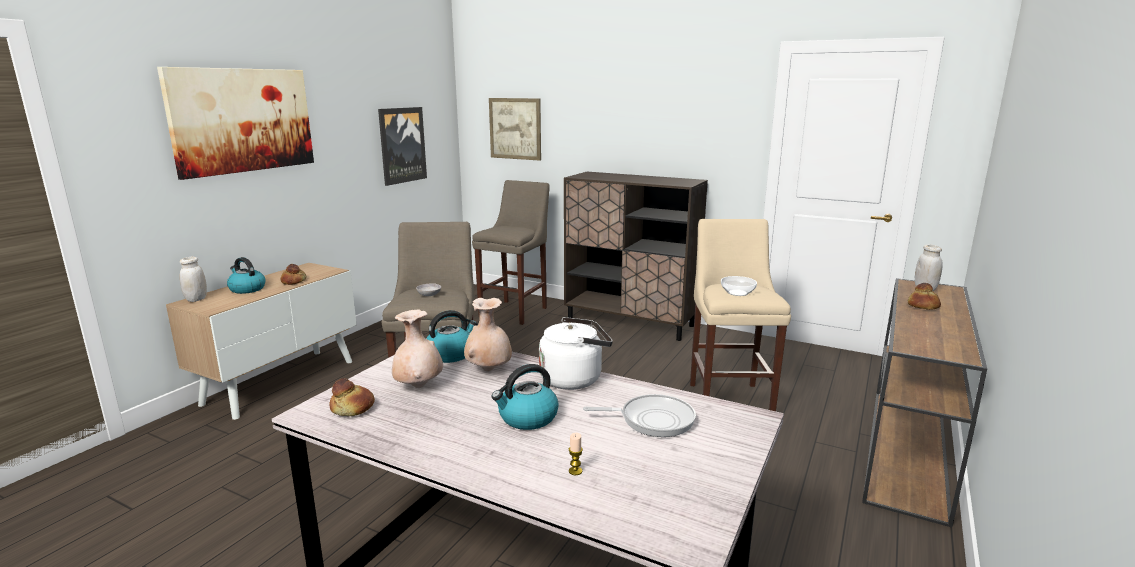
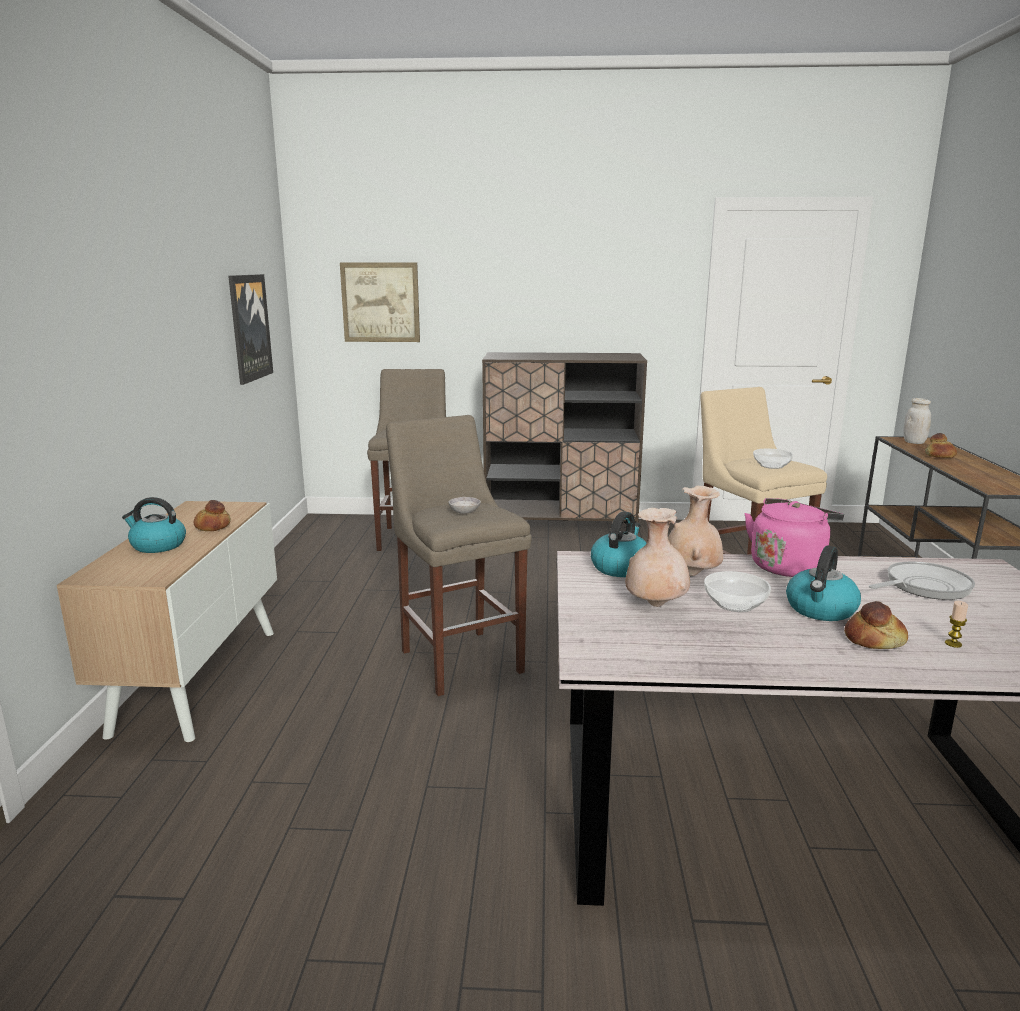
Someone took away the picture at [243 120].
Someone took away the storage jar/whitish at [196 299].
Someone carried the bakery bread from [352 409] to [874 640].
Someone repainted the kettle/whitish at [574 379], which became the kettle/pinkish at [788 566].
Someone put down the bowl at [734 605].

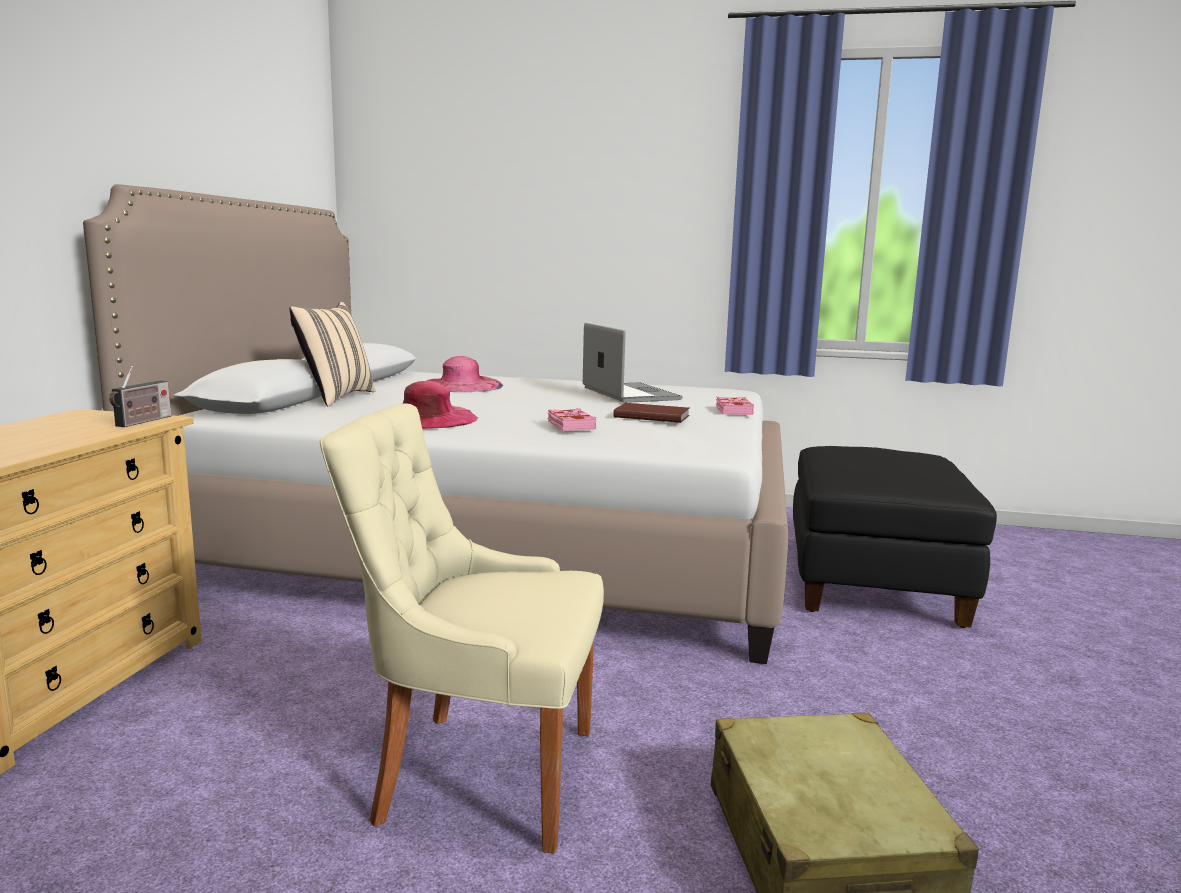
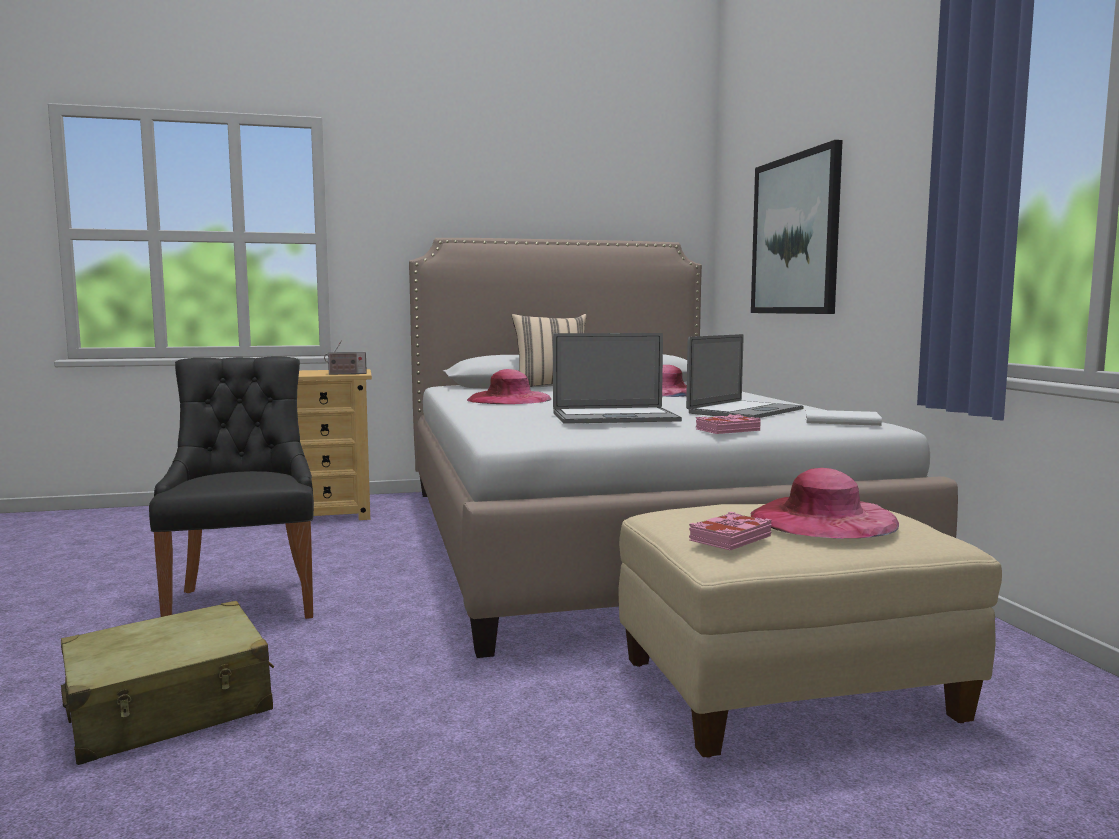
Someone repainted the upright chair/sand-coloured at [479 774], which became the upright chair/blackish at [245 601].
Someone carried the book/pinkish from [570 425] to [729 538].
Someone swapped the book/brownish at [651 416] for the portable computer at [614 417].
Someone repainted the footrest/blackish at [872 582], which became the footrest/sand-coloured at [789 690].
Someone put up the picture at [795 235].
Someone put down the hat/pinkish at [823 519].
Someone put down the book/whitish at [840 421].

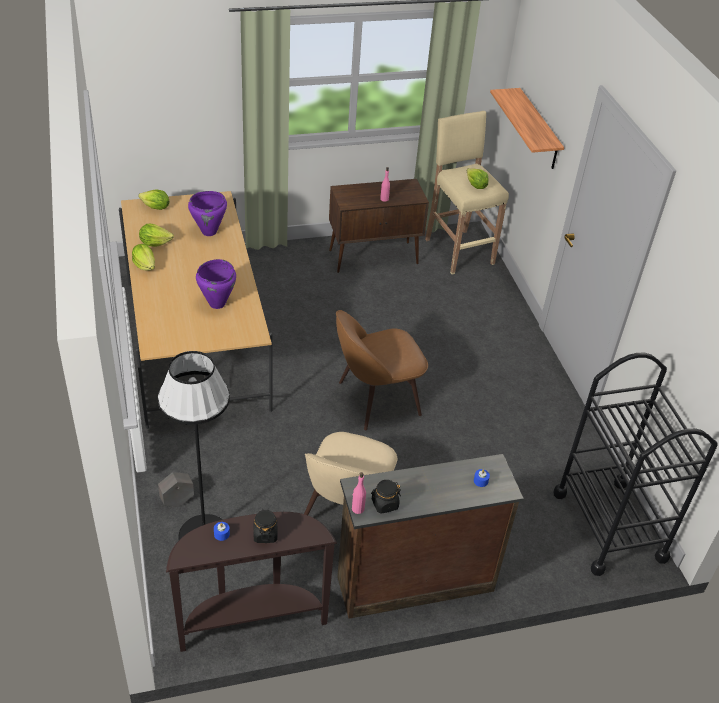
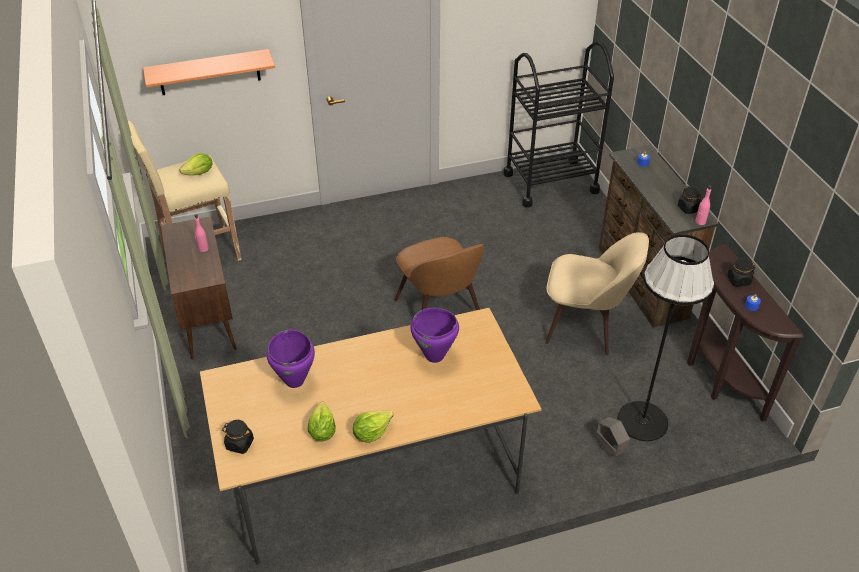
Someone swapped the lettuce head at [156 207] for the storage jar/blackish at [239 444].

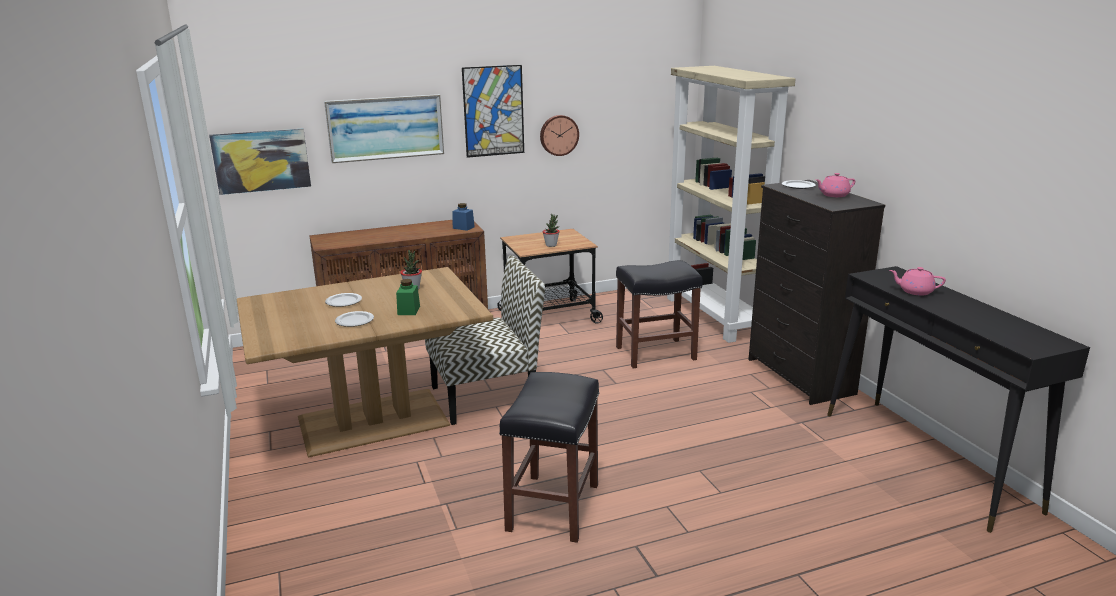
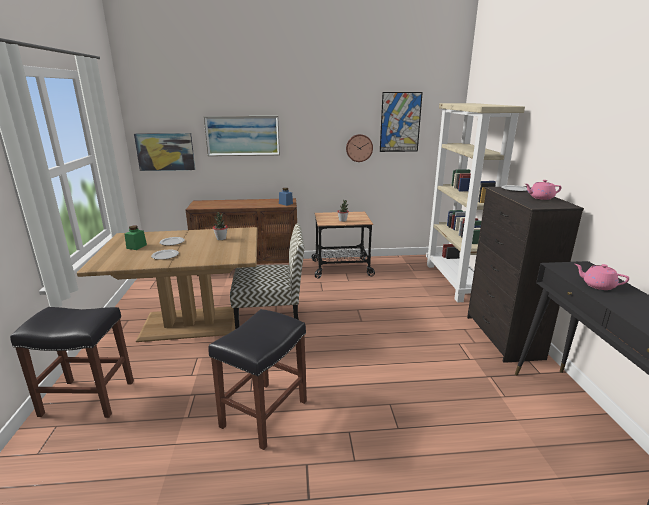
Someone carried the storage jar/greenish from [408 310] to [136 246].
Someone carried the picture from [493 111] to [400 122].
Someone carried the stool seat/blackish from [656 353] to [89 397].

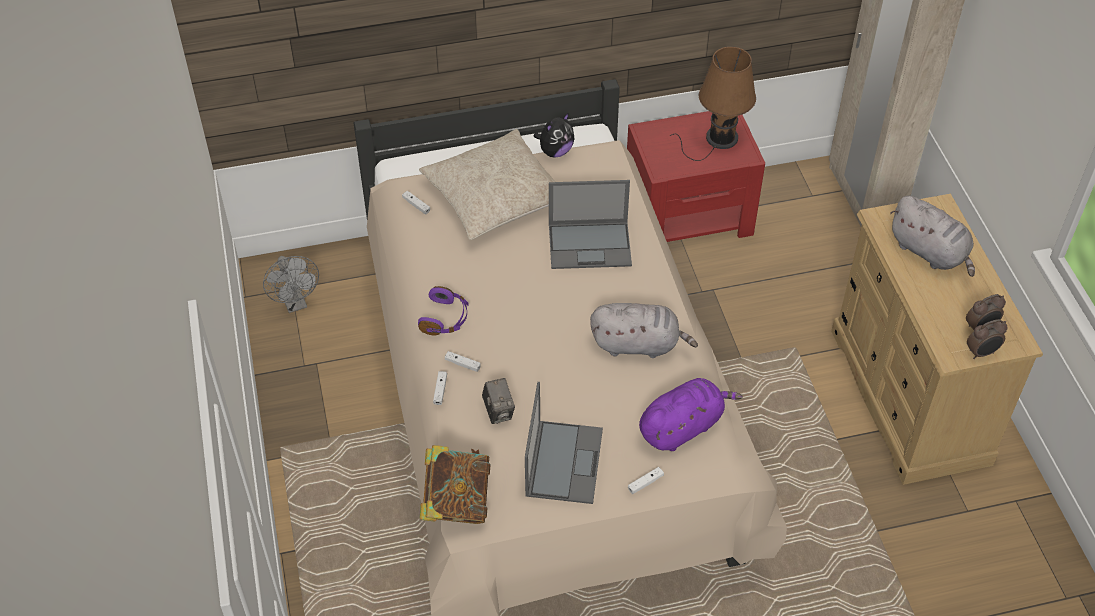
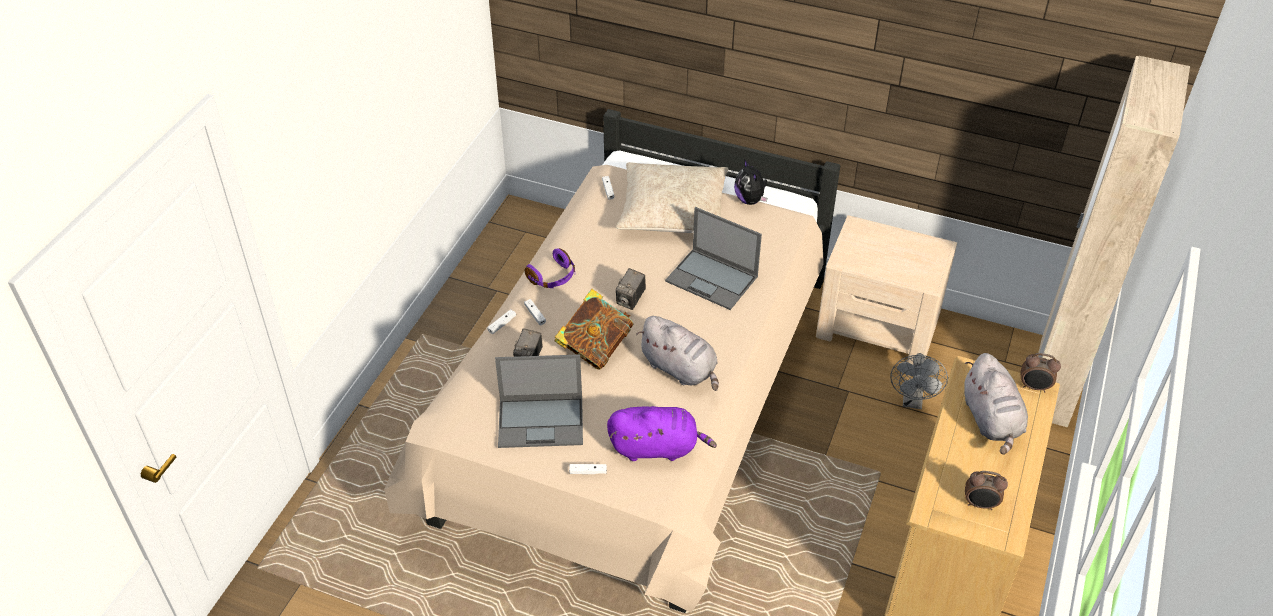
Someone carried the cooling fan/grey from [295 303] to [913 401].
Someone carried the book from [456 502] to [595 348].
Someone rotated the portable computer at [564 461] by 45 degrees clockwise.
Someone rotated the soft toy at [555 151] by 75 degrees clockwise.
Someone repainted the nightstand/red-coloured at [689 215], which became the nightstand/sand-coloured at [879 325].
Someone took away the table lamp/brownish at [718 139].
Someone carried the alarm clock from [982 353] to [1034 387].
Someone put down the photo camera at [631 300].

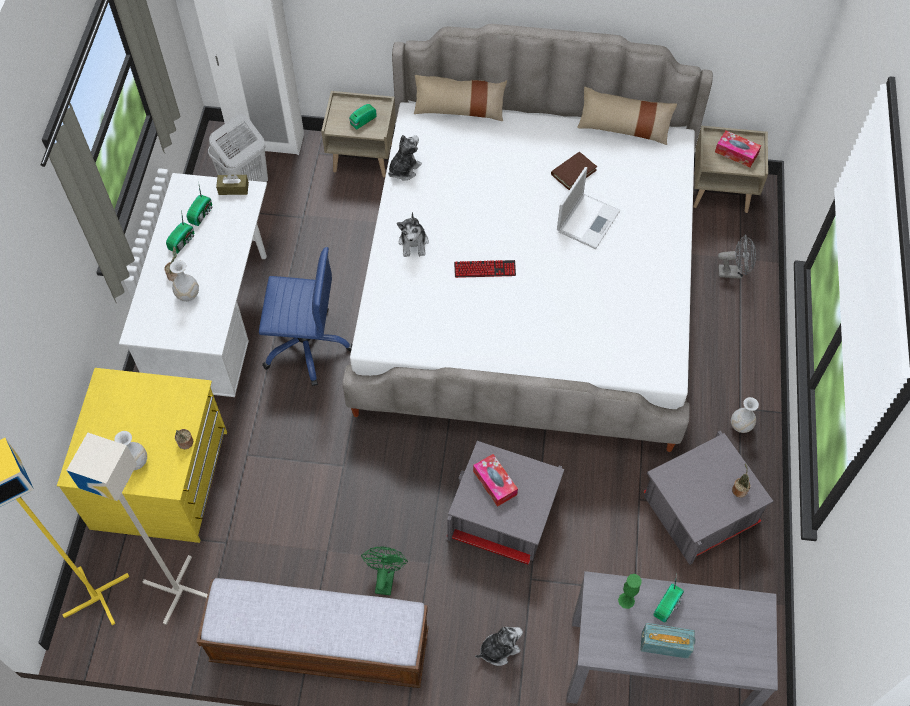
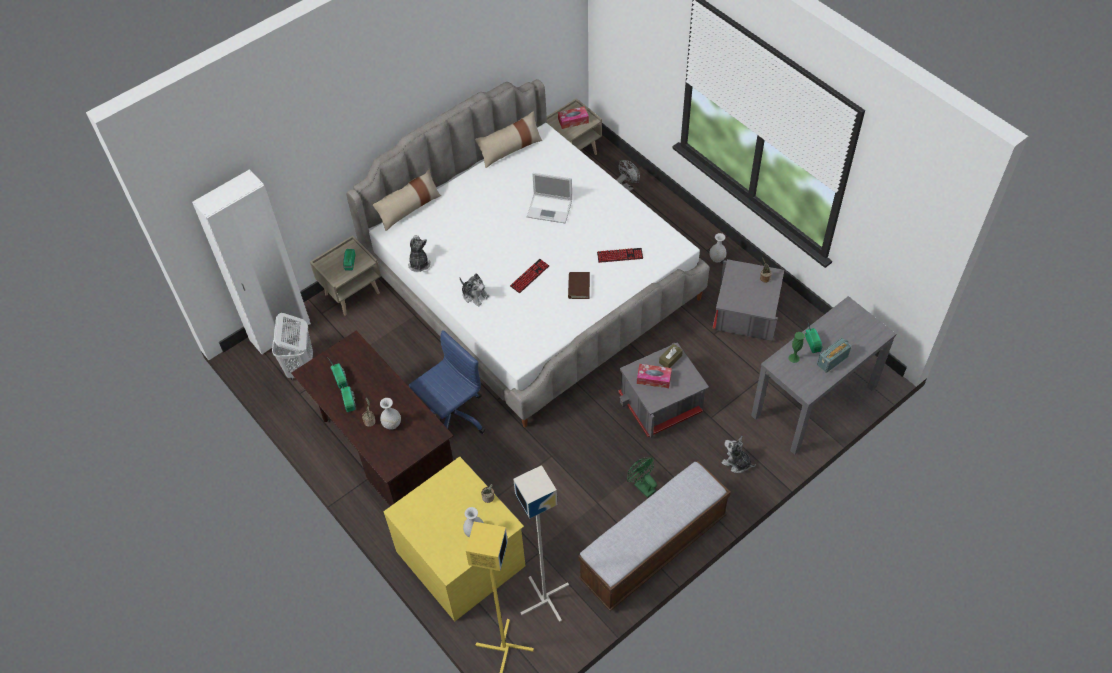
Someone repainted the desk unit/whitish at [217 325], which became the desk unit/brownish at [384 453].
Someone carried the box of tissues/brownish from [233 188] to [670 359].
Someone rotated the soft toy at [498 649] by 75 degrees counterclockwise.
Someone carried the book/brownish from [573 172] to [579 286].
Someone rotated the portable computer at [588 220] by 120 degrees clockwise.
Someone put down the computer keyboard at [620 256].

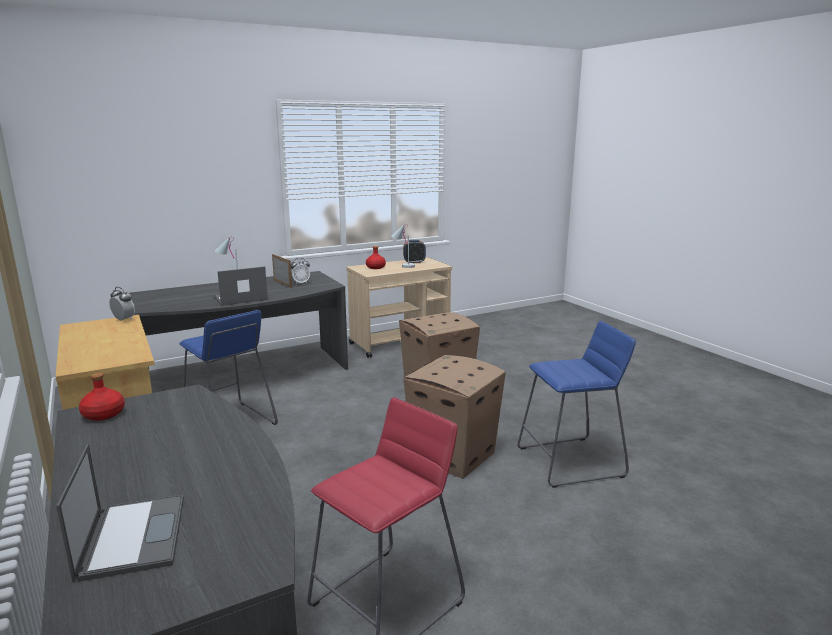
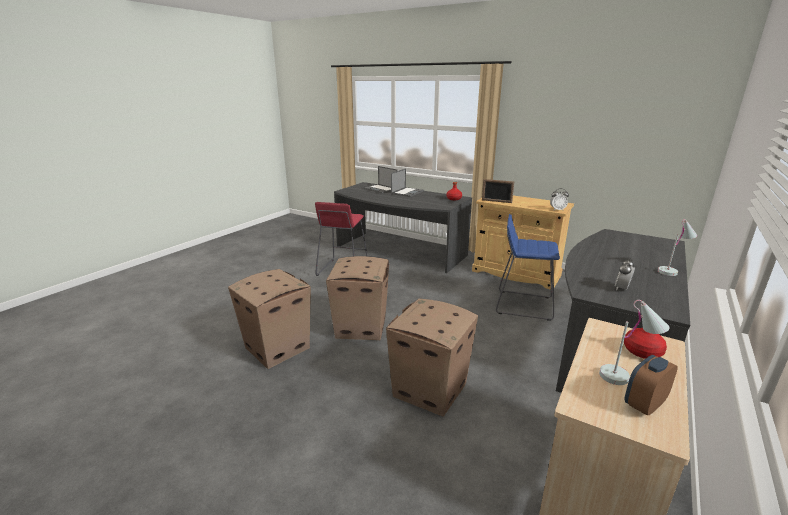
Someone carried the portable computer from [240 298] to [407 192].
Someone carried the photo frame from [283 283] to [496 201].
Someone swapped the stool seat/bluish at [570 462] for the packing box at [277 347].

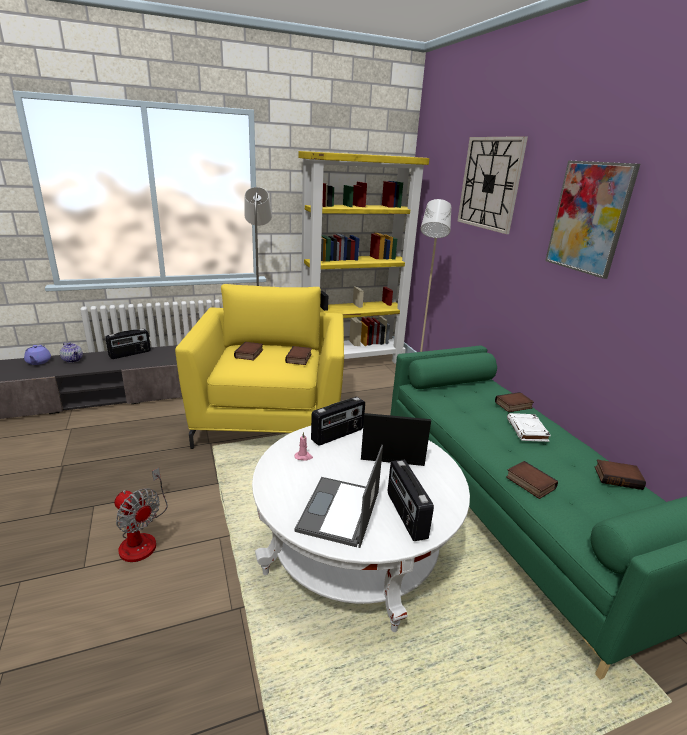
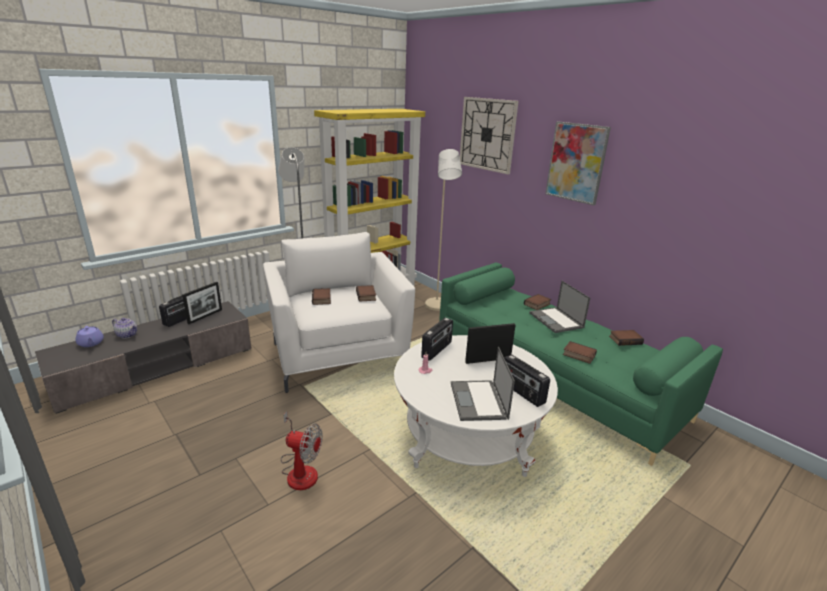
Someone repainted the armchair/yellow-coloured at [271 420], which became the armchair/whitish at [339 355].
Someone swapped the book/whitish at [527 430] for the portable computer at [556 320].
Someone put down the photo frame at [205 316].

